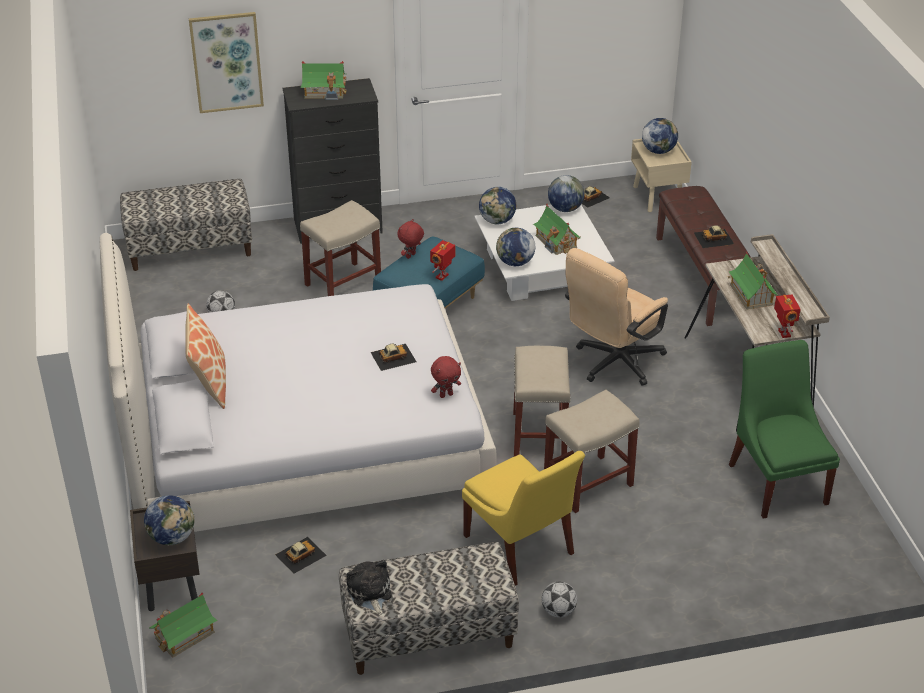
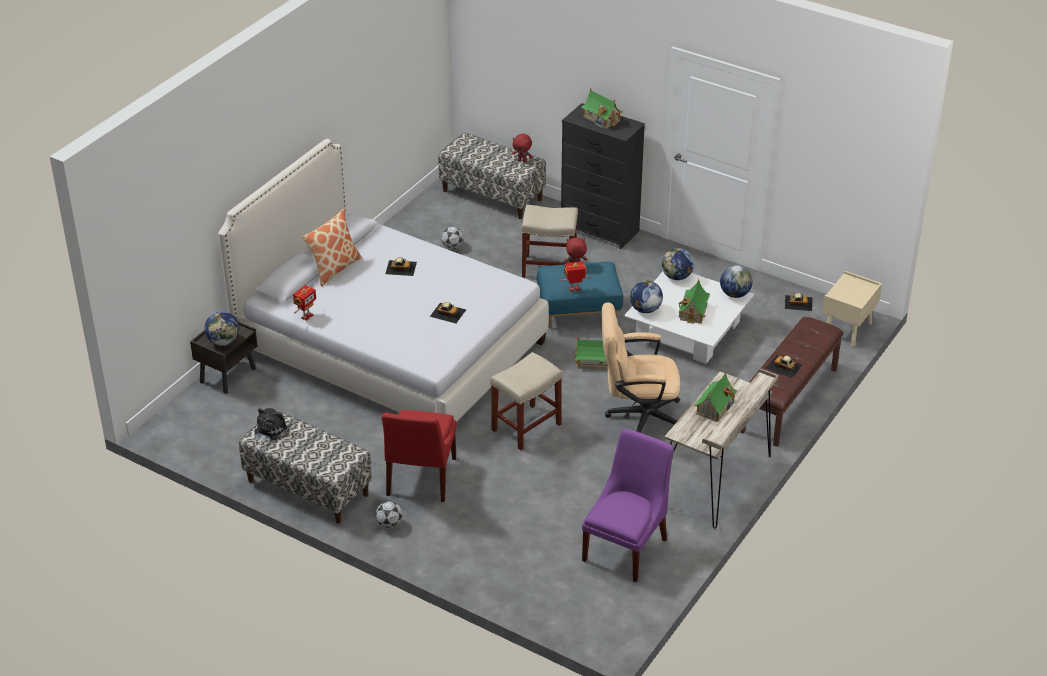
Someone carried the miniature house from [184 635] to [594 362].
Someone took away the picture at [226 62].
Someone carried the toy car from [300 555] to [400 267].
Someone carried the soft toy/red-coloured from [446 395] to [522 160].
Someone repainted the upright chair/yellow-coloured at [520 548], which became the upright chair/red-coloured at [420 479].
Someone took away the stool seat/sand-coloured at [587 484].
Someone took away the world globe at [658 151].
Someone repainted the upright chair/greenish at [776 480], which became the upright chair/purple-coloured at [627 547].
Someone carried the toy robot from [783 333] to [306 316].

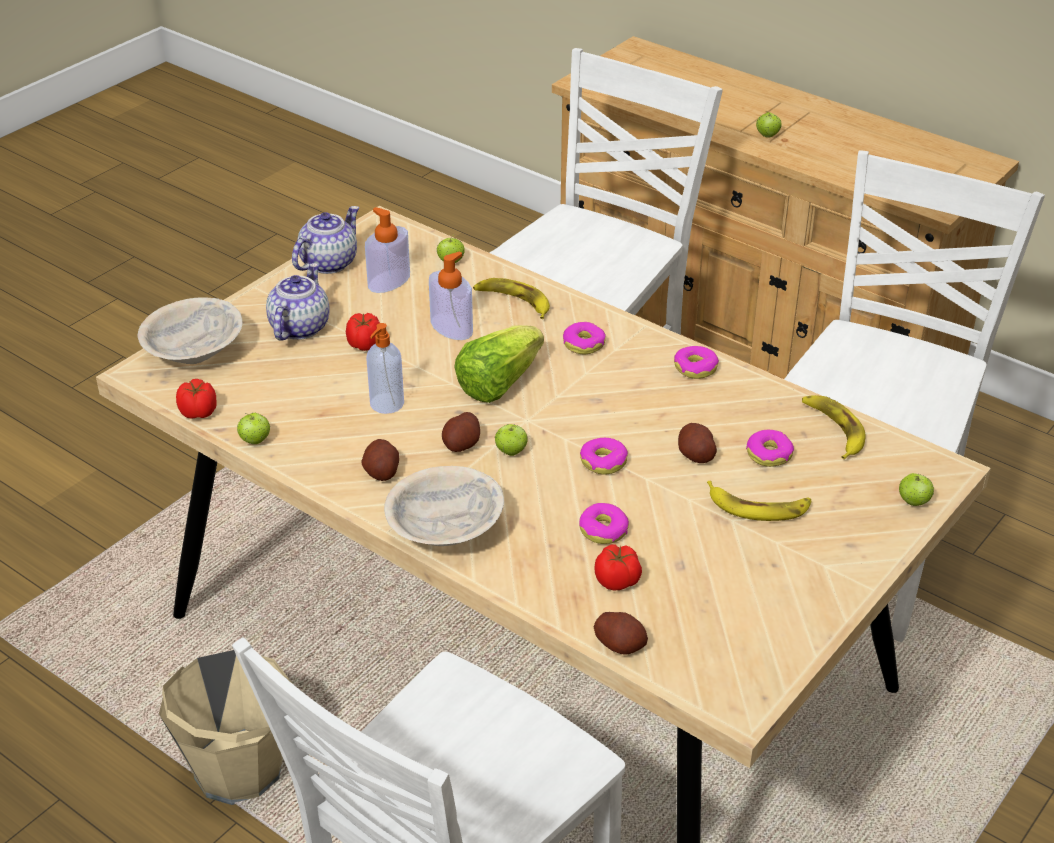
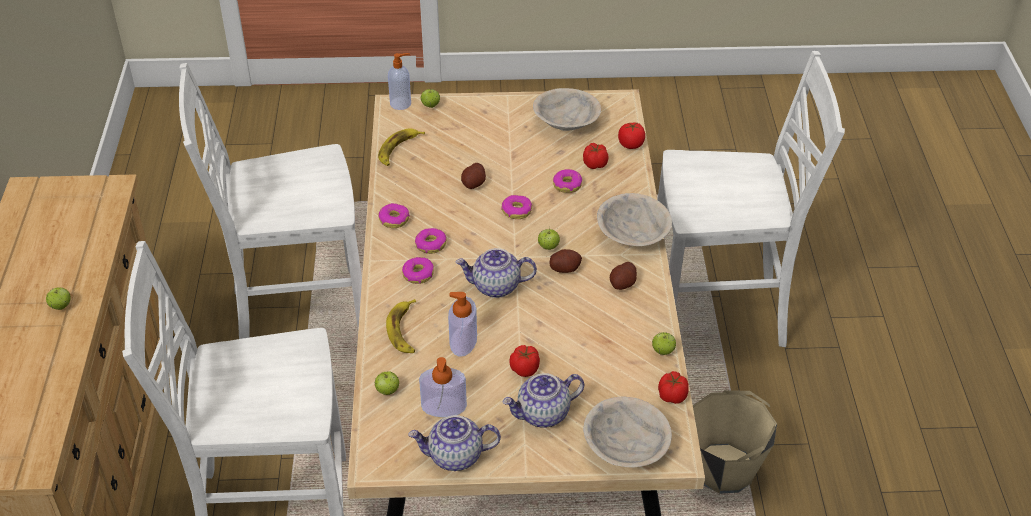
Someone carried the liquid soap bottle from [386 404] to [401 103].
Someone swapped the lettuce head at [498 383] for the tea pot at [496 287].
Someone swapped the spud at [620 644] for the whole tomato at [631 144].
Someone took away the banana fruit at [758 507].
Someone carried the doughnut from [769 454] to [430 245].
Someone put down the bowl/sand-coloured at [566 123].

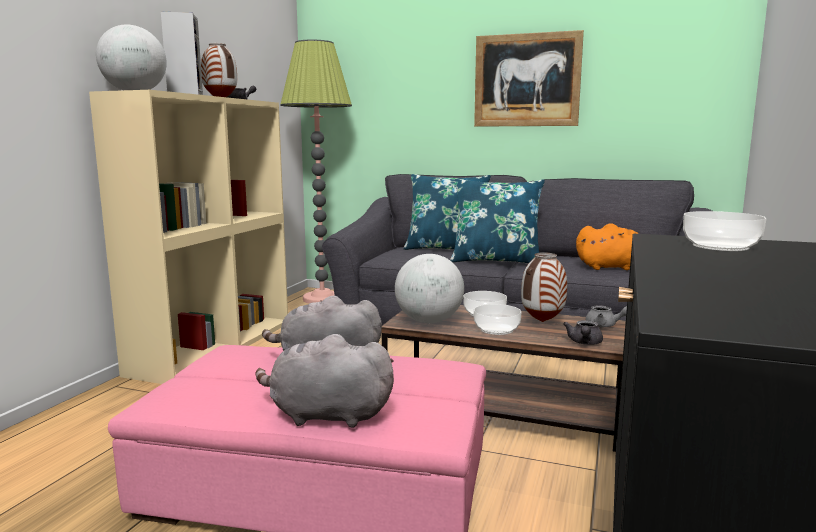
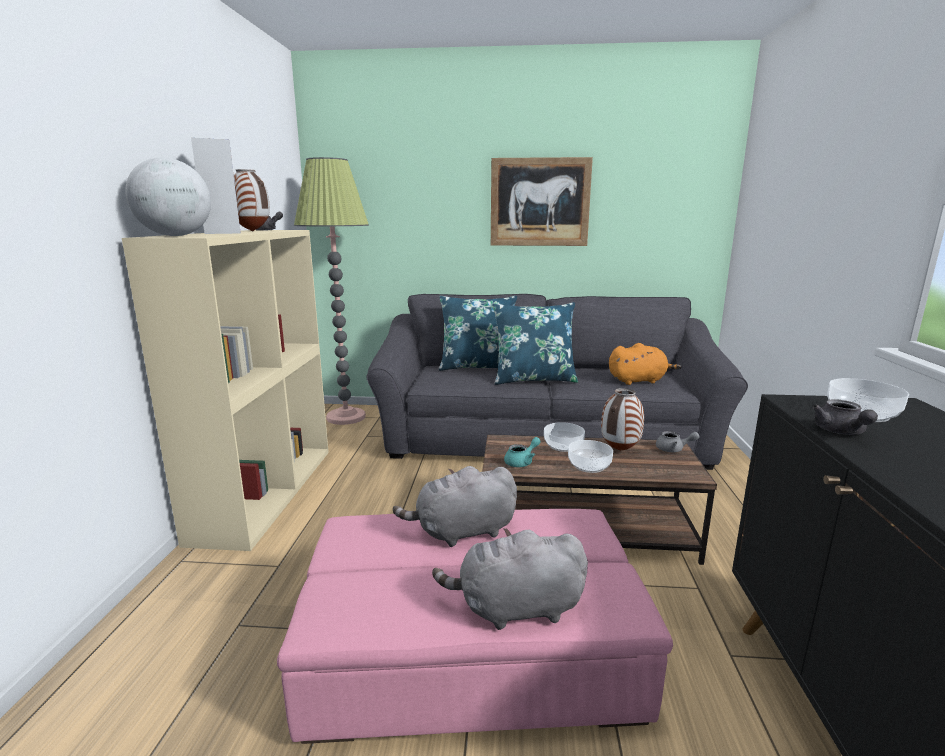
Someone swapped the world globe at [429 321] for the tea pot/turquoise at [522 462].
Someone carried the tea pot/grey from [584 343] to [841 432].

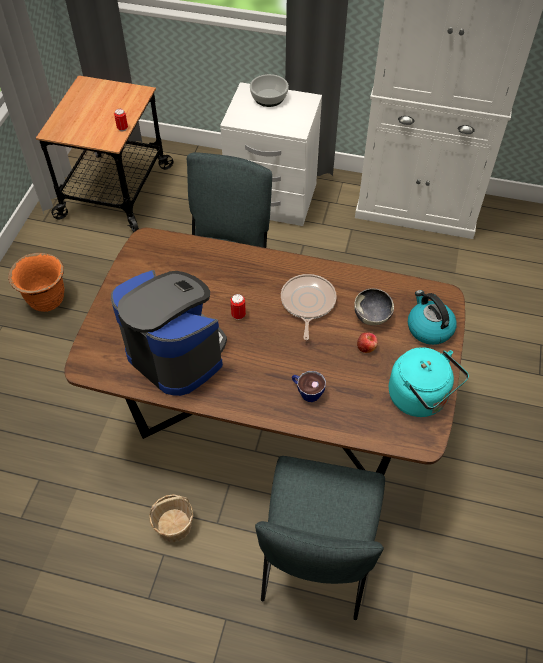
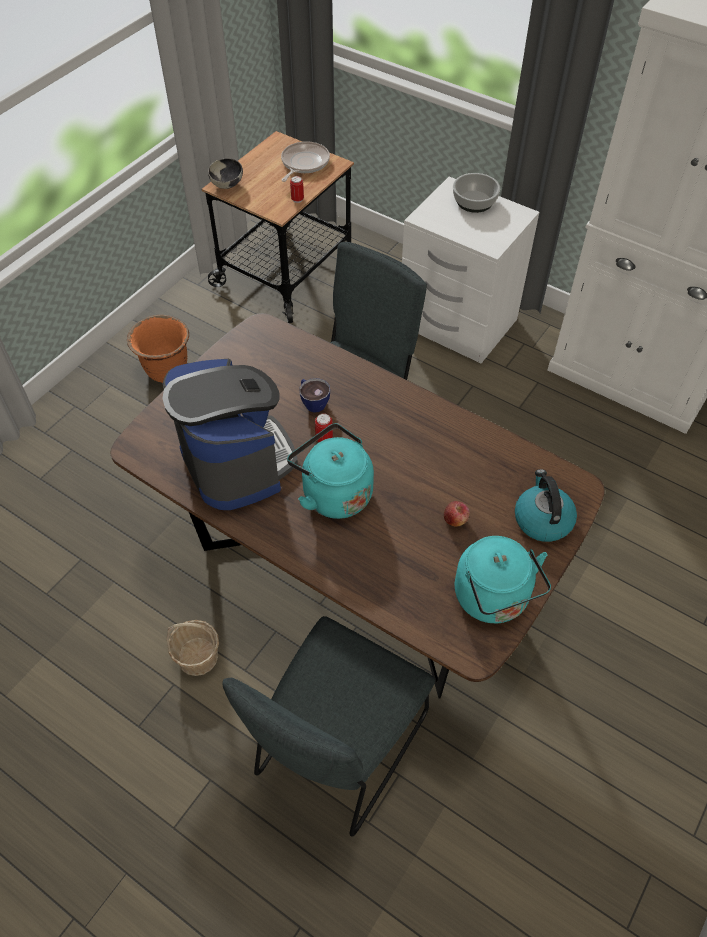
Someone carried the pan from [307 303] to [304 163].
Someone carried the cup from [306 392] to [312 402].
Someone carried the bowl from [372 316] to [227 185].
Someone put down the kettle/turquoise at [333 493].

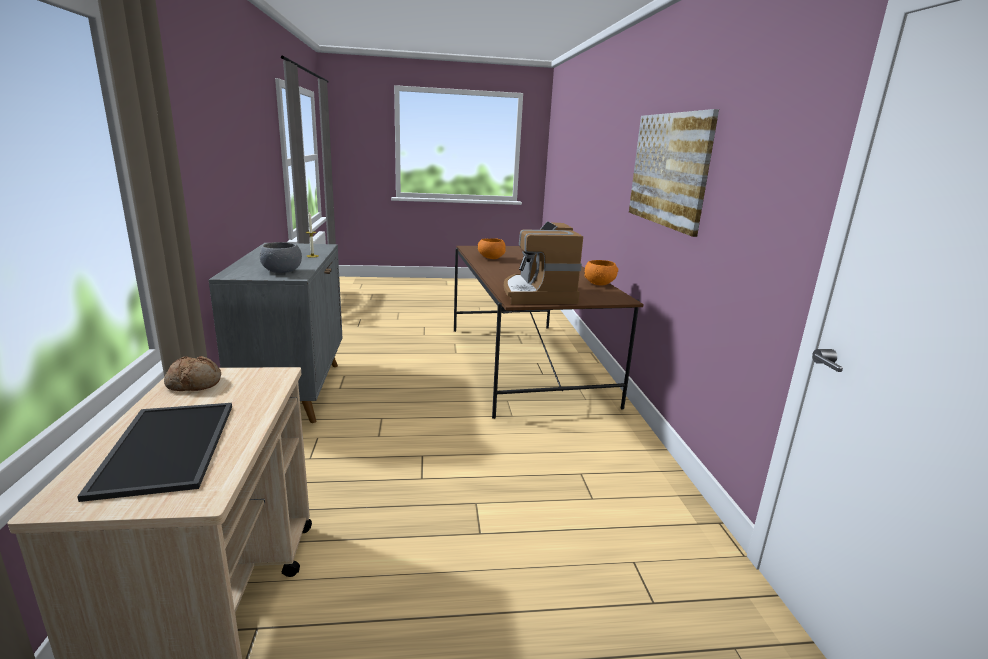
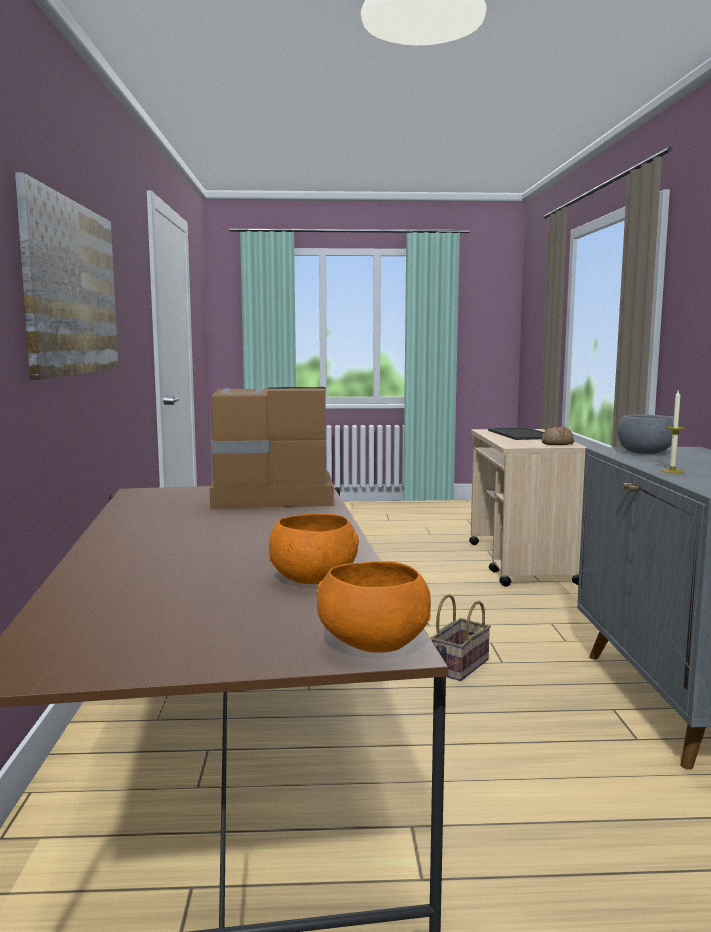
Someone rotated the coffee maker at [537 294] by 90 degrees counterclockwise.
Someone carried the bowl/orange from [599 284] to [372 646].
Someone put down the basket at [460 665].

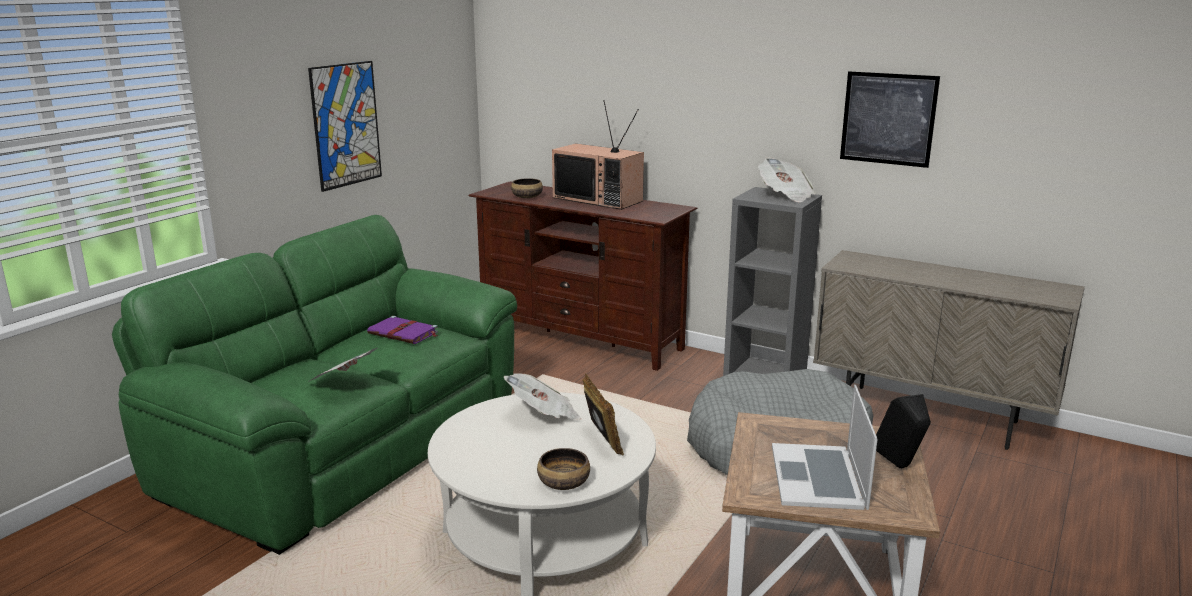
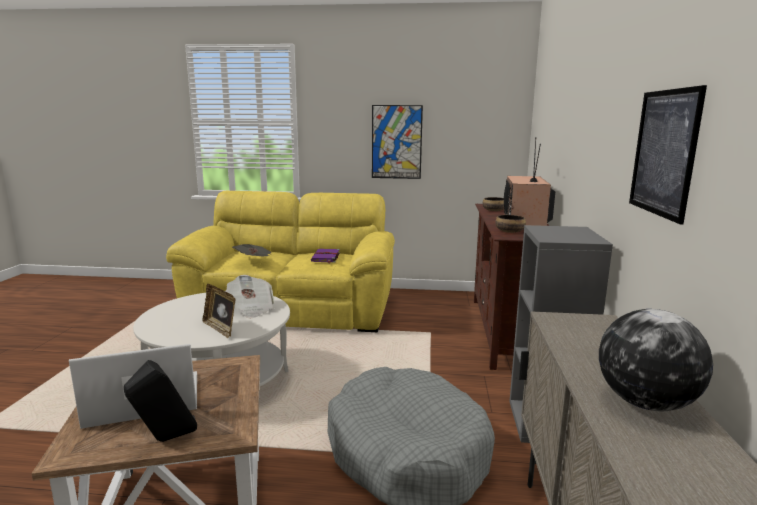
Someone repainted the couch/greenish at [343 447], which became the couch/yellow-coloured at [293 308].
Someone carried the bowl from [563 483] to [509 231].
Someone rotated the photo frame at [601 440] by 90 degrees clockwise.
Someone took away the newspaper at [785 195].
Someone put down the world globe at [646 403].

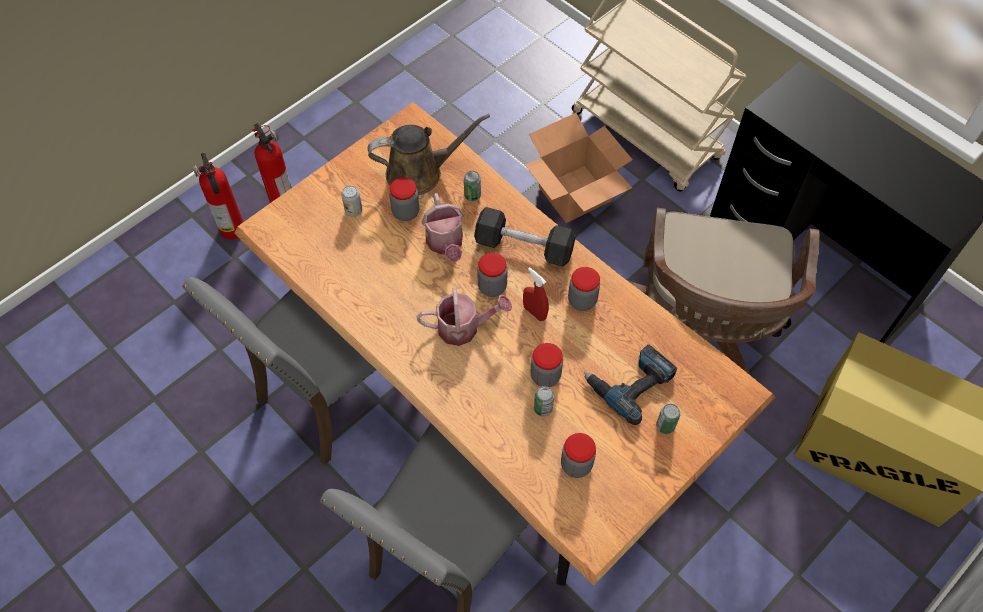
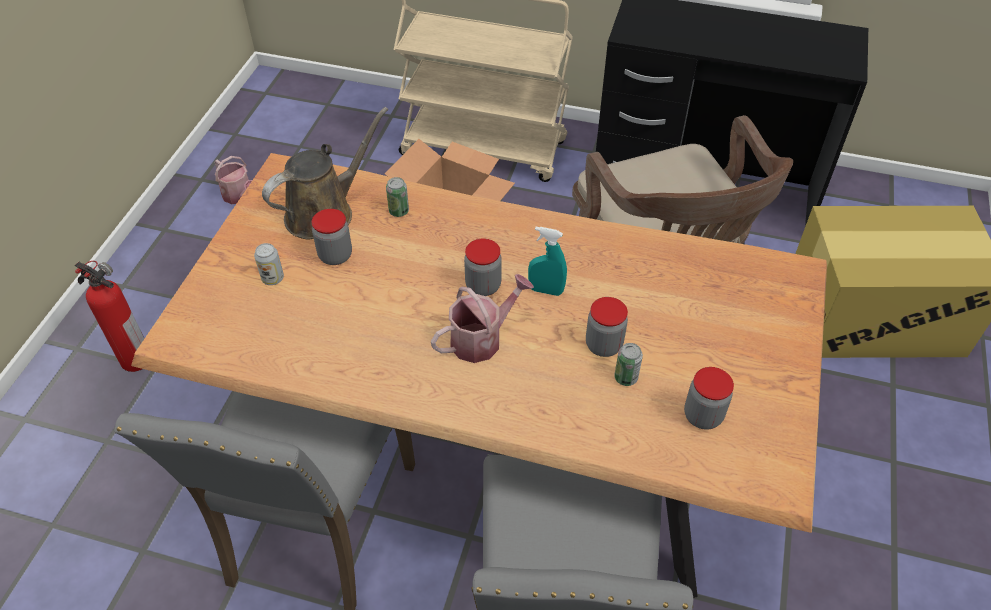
Someone took away the fire-fighting cylinder at [232 230].
Someone carried the watering pot from [445 244] to [240 196].
Someone took away the free weight/grey at [524 247].
Someone repainted the hand sprayer/red-coloured at [534 312], which became the hand sprayer/turquoise at [546 290].
Someone took away the storage jar at [582 300].
Someone took away the drill at [630 382].
Someone took away the metal can at [665 426].

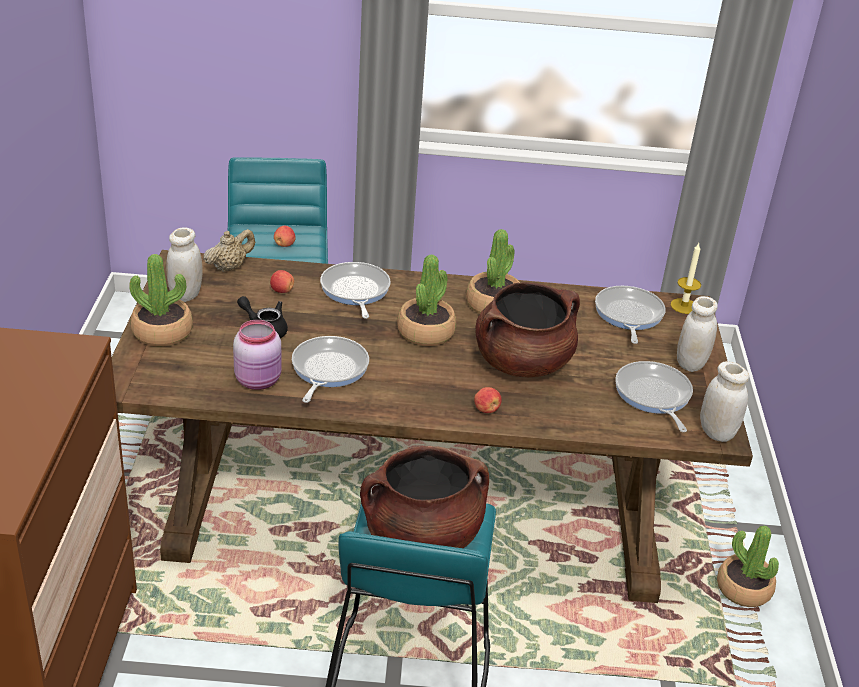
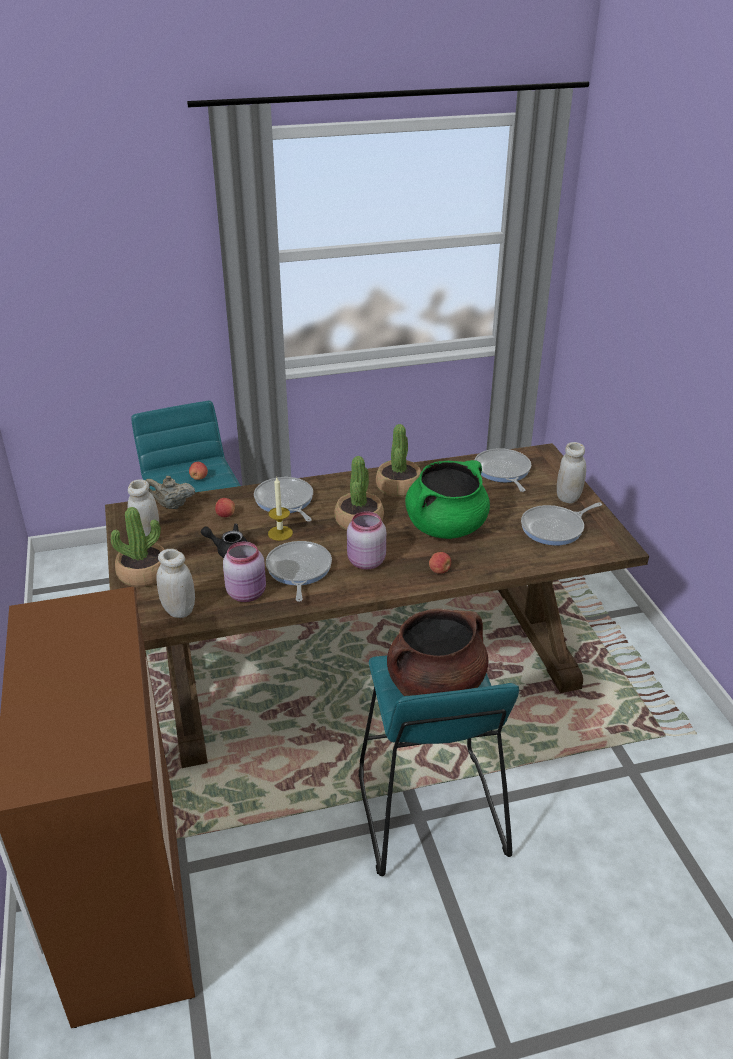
Someone rotated the tea pot/sand-coloured at [229 267] by 120 degrees counterclockwise.
Someone repainted the stockpot/brownish at [522 362], which became the stockpot/greenish at [446 527].
Someone rotated the pan at [653 396] by 90 degrees counterclockwise.
Someone carried the wax candle from [684 306] to [280 533].
Someone carried the storage jar/whitish from [716 433] to [179 610].
Someone took away the plant in a pot at [743 589].
Someone put down the storage jar/pinkish at [365 562].

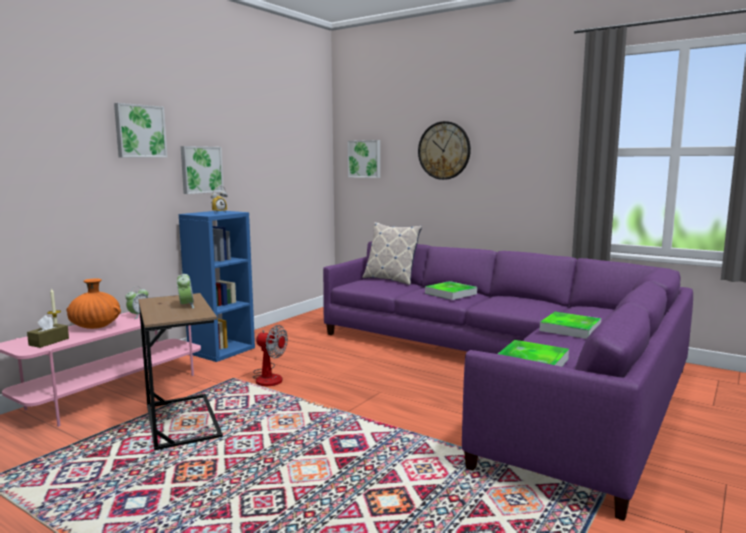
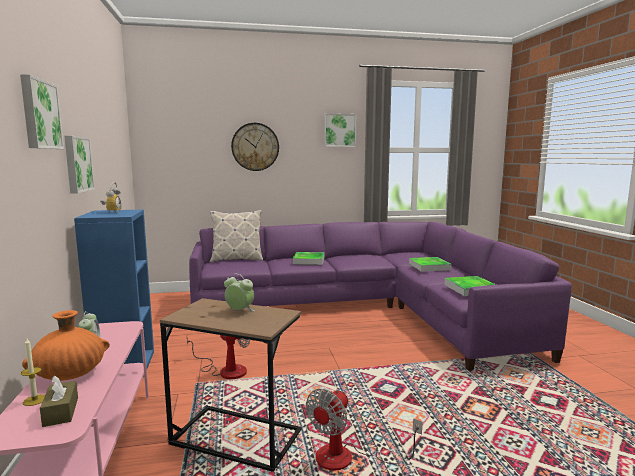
Someone carried the picture from [365 159] to [339 130].
Someone put down the cooling fan at [348 458].

